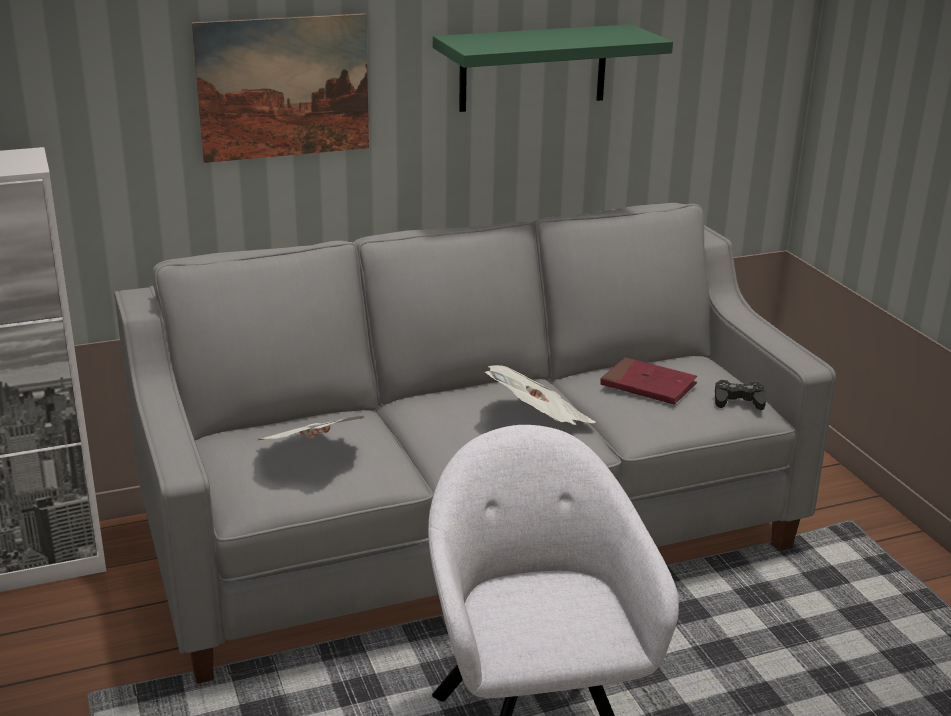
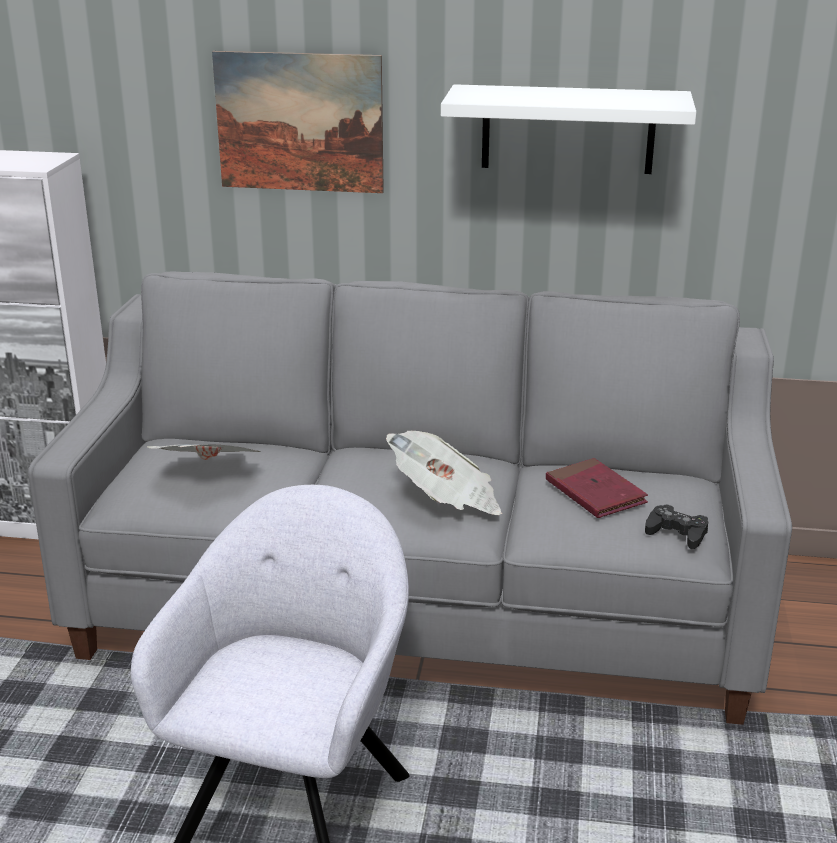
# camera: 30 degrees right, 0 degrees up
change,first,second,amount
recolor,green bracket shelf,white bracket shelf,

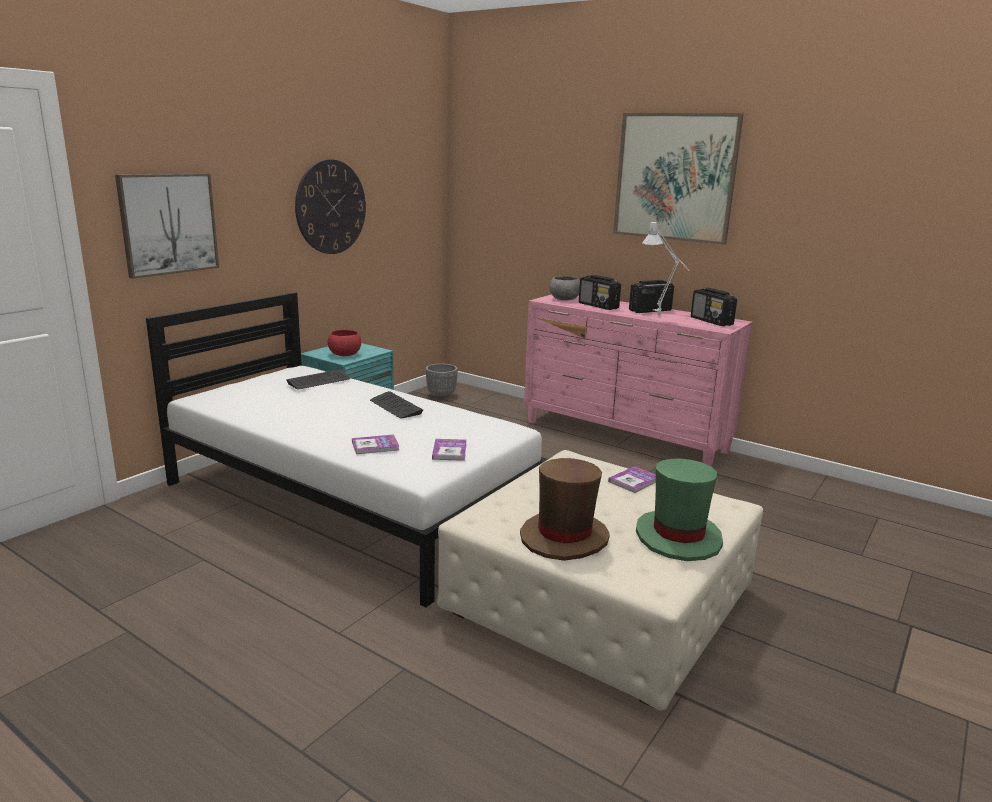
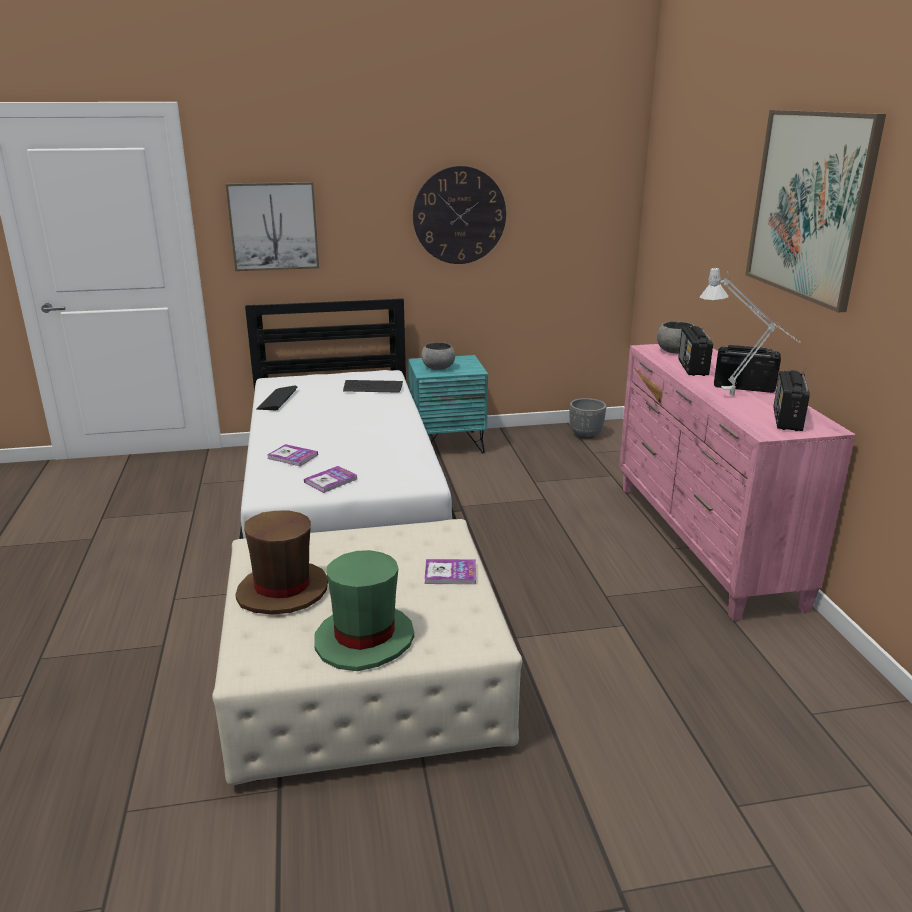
# camera: 45 degrees right, 5 degrees up
change,first,second,amount
move,computer keyboard (2nd from left in the first image),computer keyboard (1st from left),
recolor,red-coloured serving bowl,greyish serving bowl (1st from left),

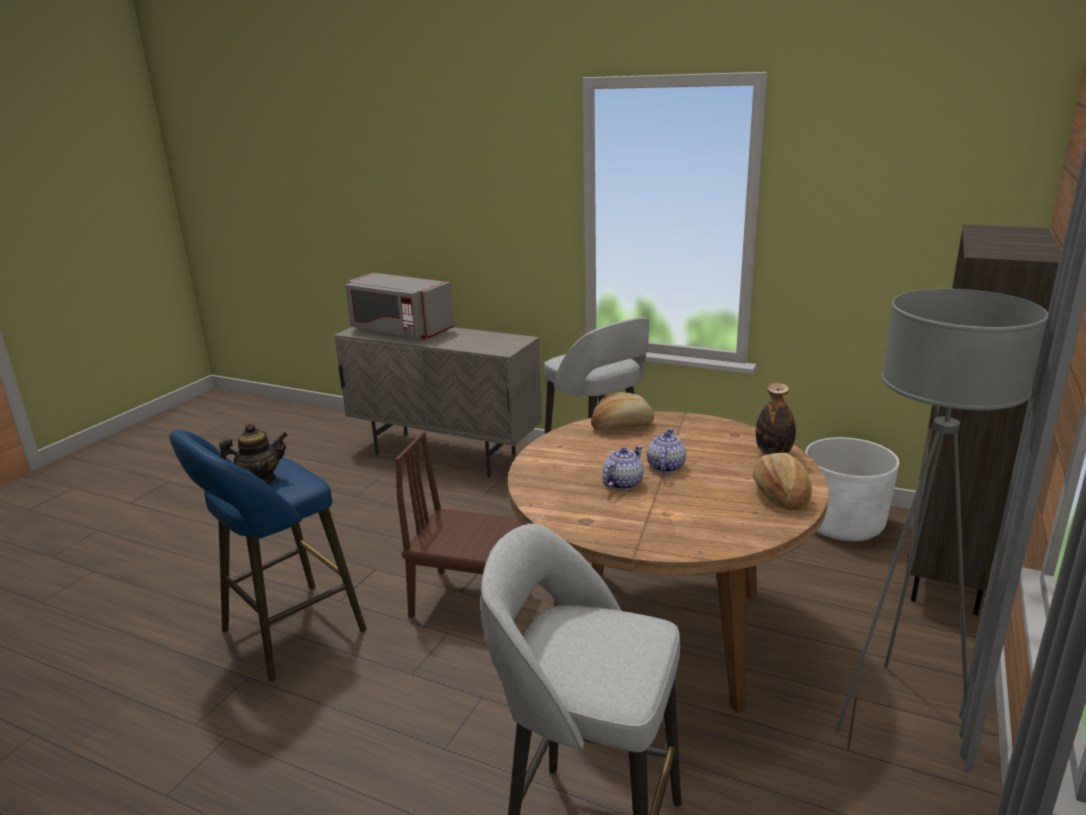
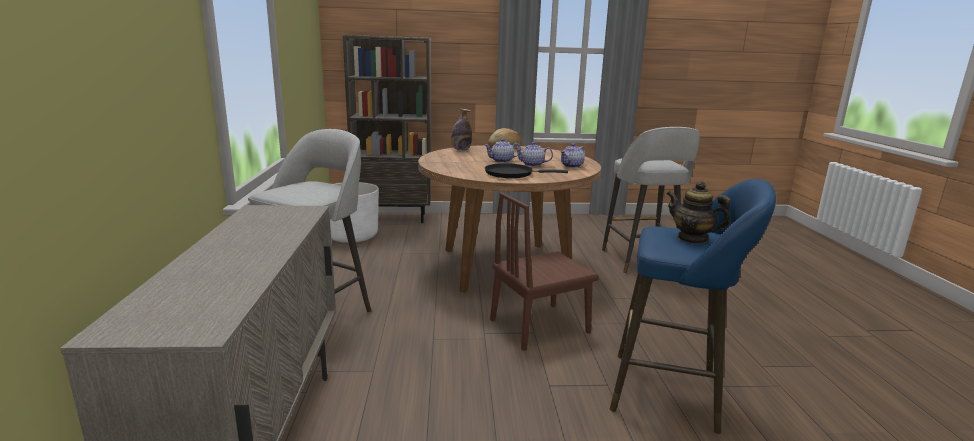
# camera: 120 degrees left, 5 degrees down
change,first,second,amount
delete,greyish microwave,,
delete,bread (1st from left),,
delete,greyish standard lamp,,
insert,,black-coloured skillet,
insert,,tea pot (3rd from left),
rotate,brown-coloured upright chair,,75 degrees clockwise

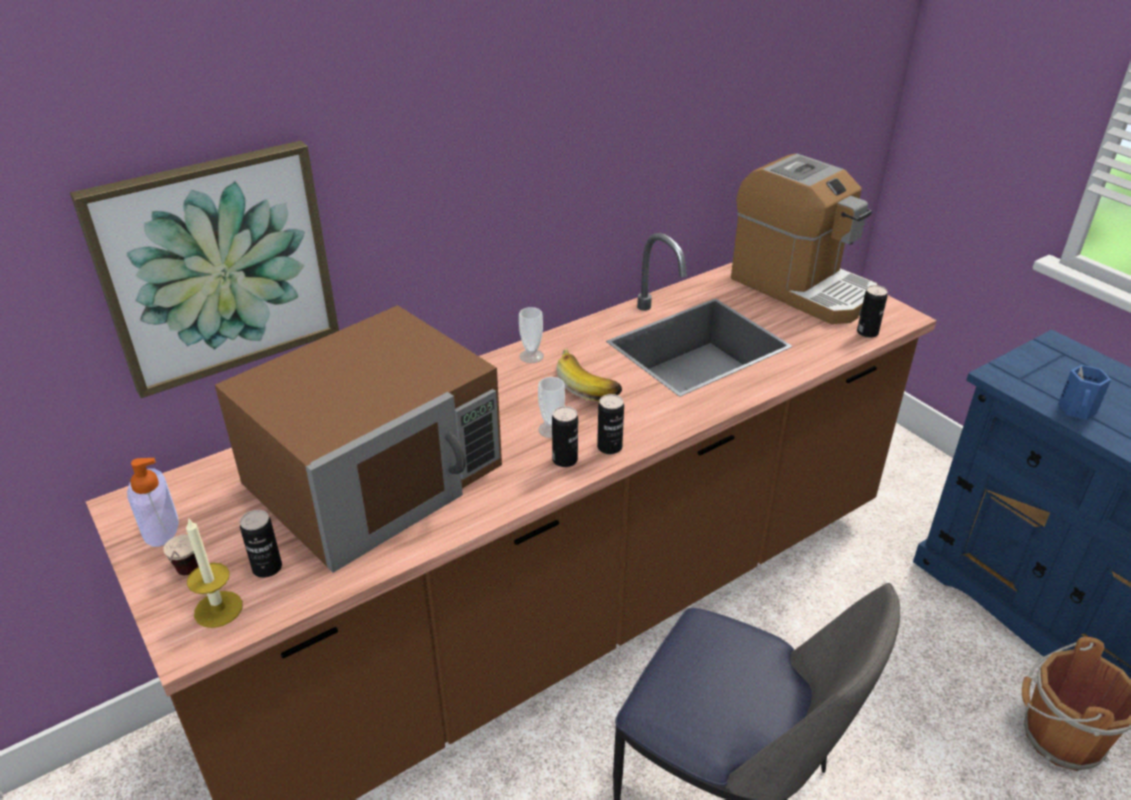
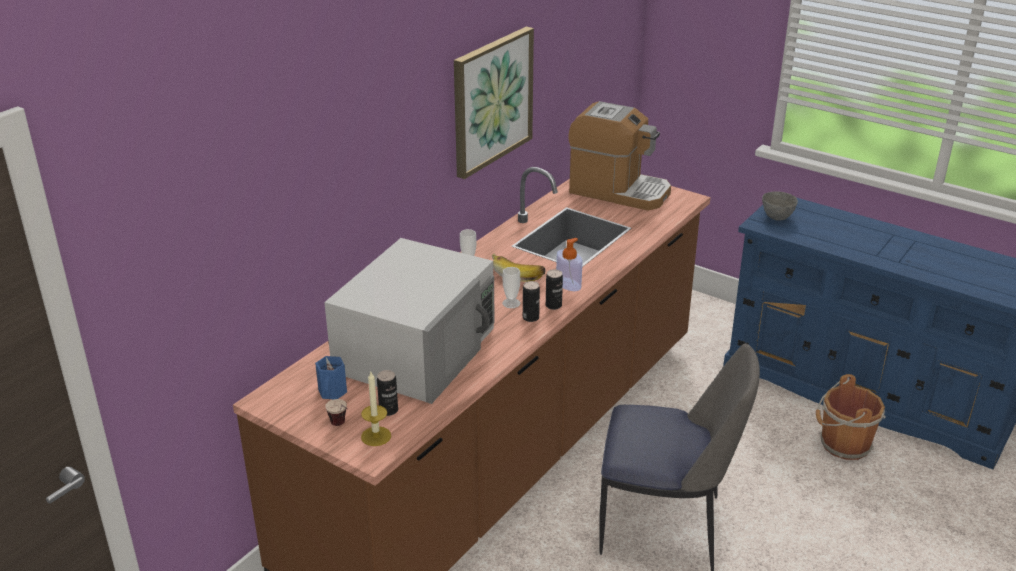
# camera: 20 degrees left, 5 degrees down
change,first,second,amount
delete,metal can (4th from left),,
insert,,greyish serving bowl,
move,picture,,
move,soap dispenser,,
move,blue-coloured mug,,
recolor,brown-coloured microwave,white microwave,

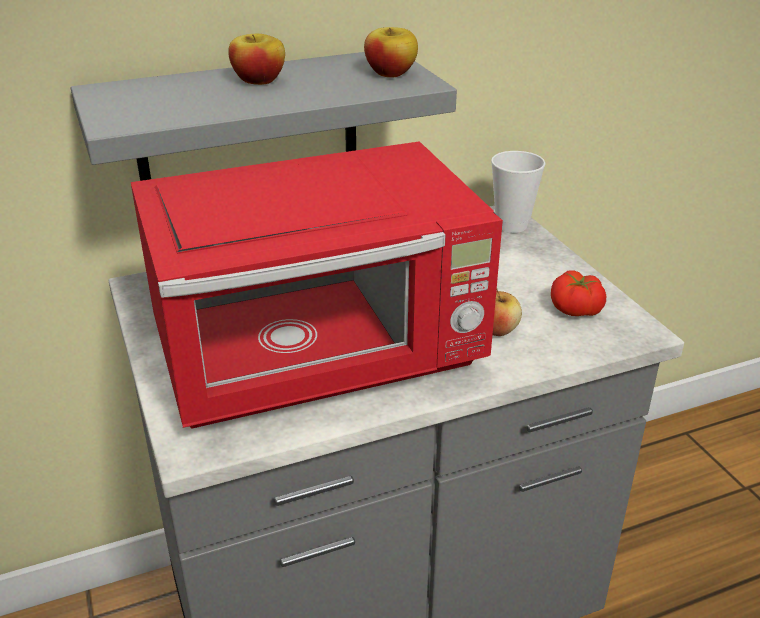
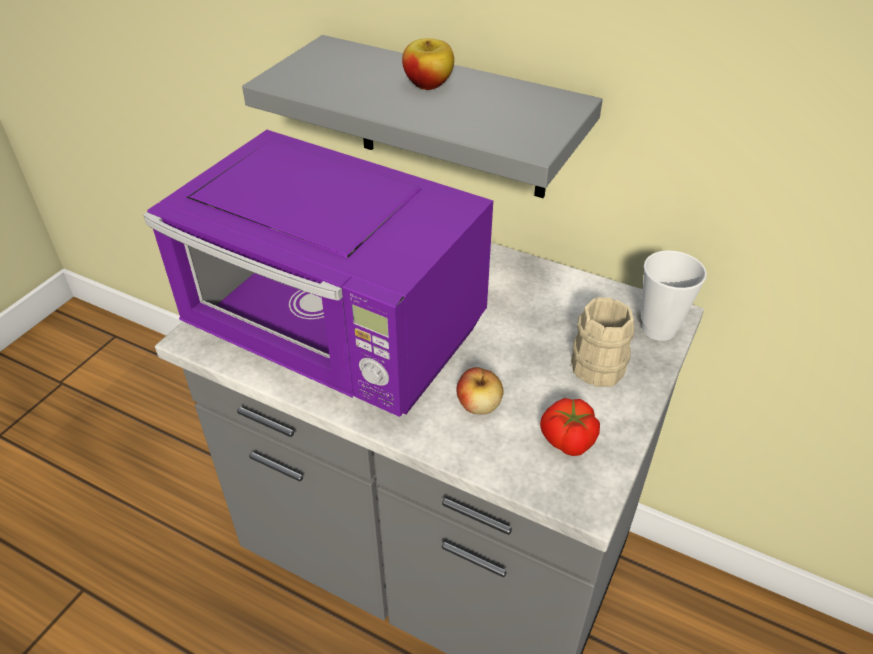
# camera: 50 degrees right, 10 degrees up
change,first,second,amount
delete,apple fruit (2nd from left),,
insert,,beige mug,
recolor,red-coloured microwave,purple-coloured microwave,

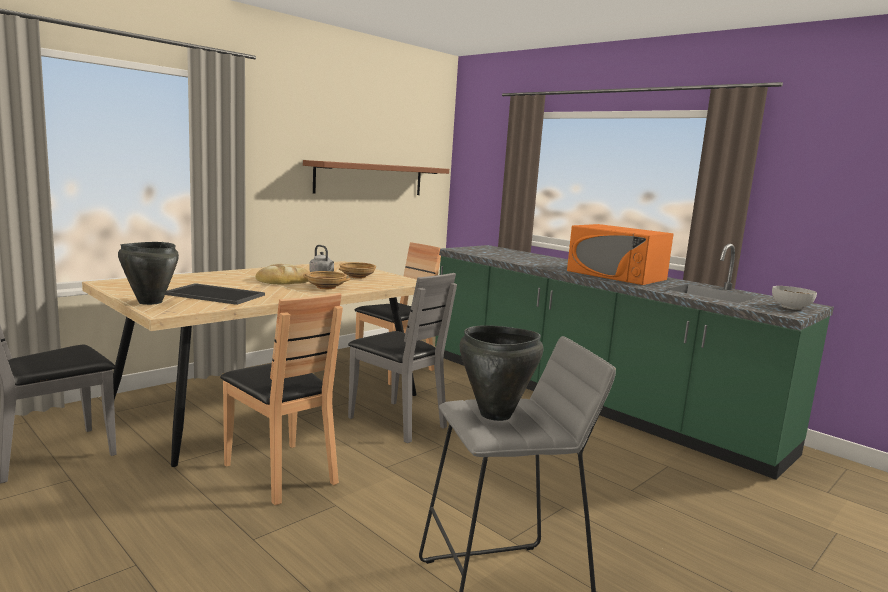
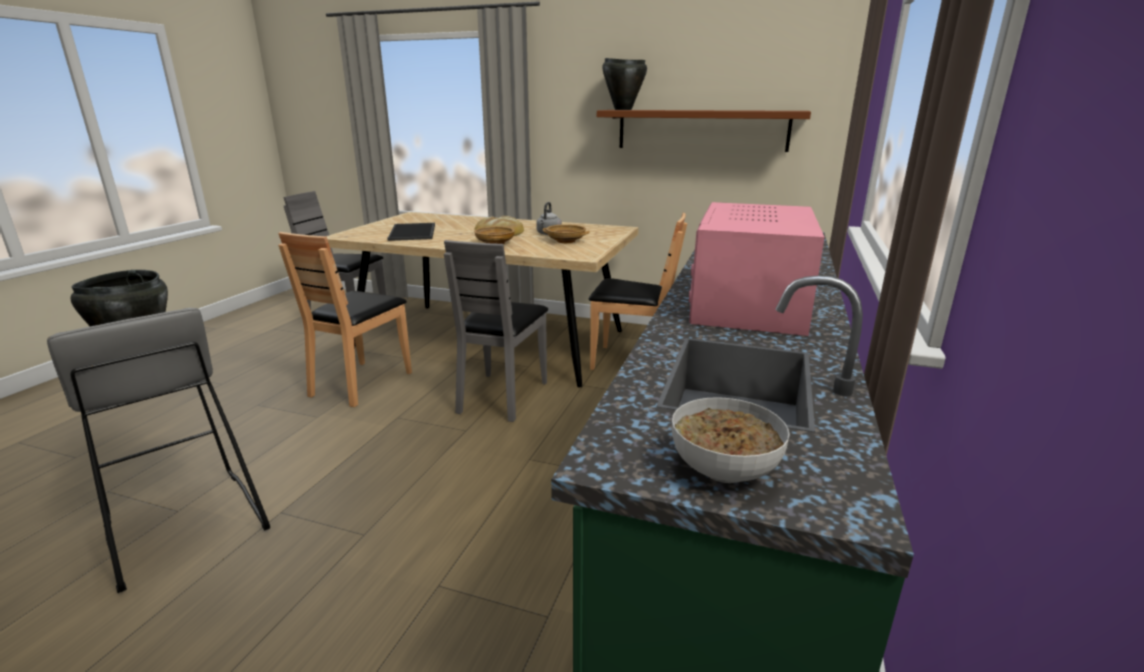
# camera: 65 degrees right, 10 degrees up
change,first,second,amount
move,black-coloured cooking pot (1st from left in the first image),black-coloured cooking pot (2nd from left),
recolor,orange-coloured microwave,pink microwave,

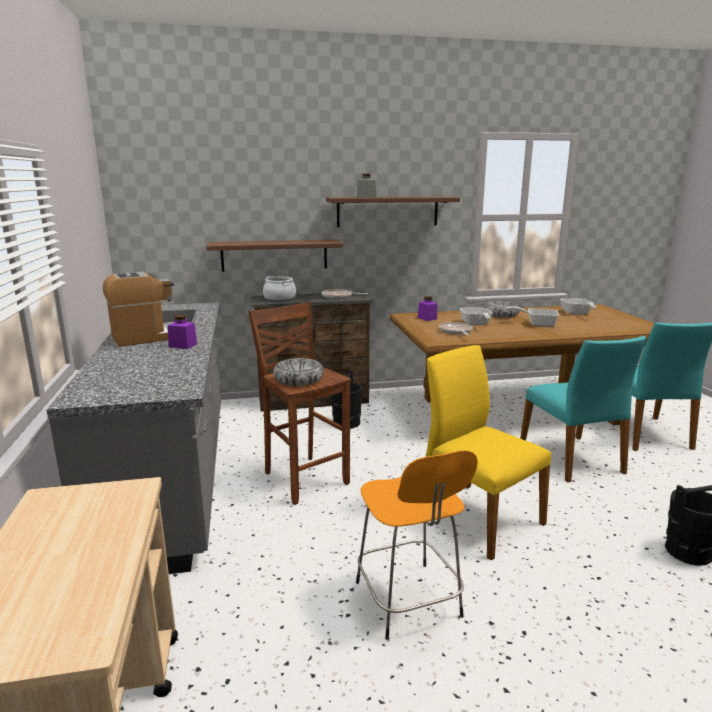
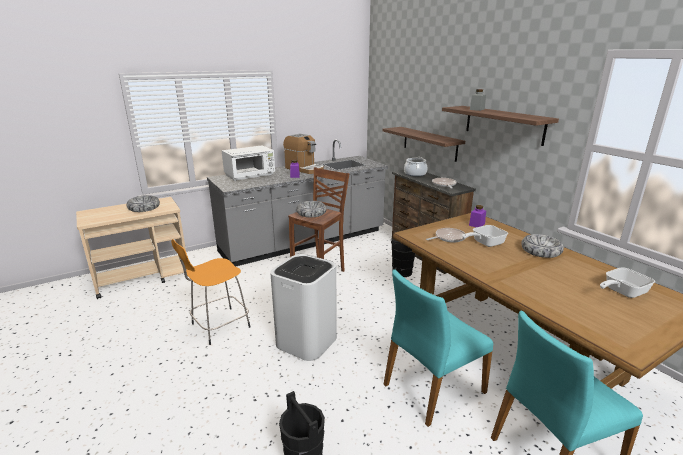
# camera: 70 degrees right, 5 degrees up
change,first,second,amount
delete,skillet (4th from left),,
insert,,serving bowl (1st from left),
insert,,white microwave,
replace,yellow-coloured upright chair,white trash can,

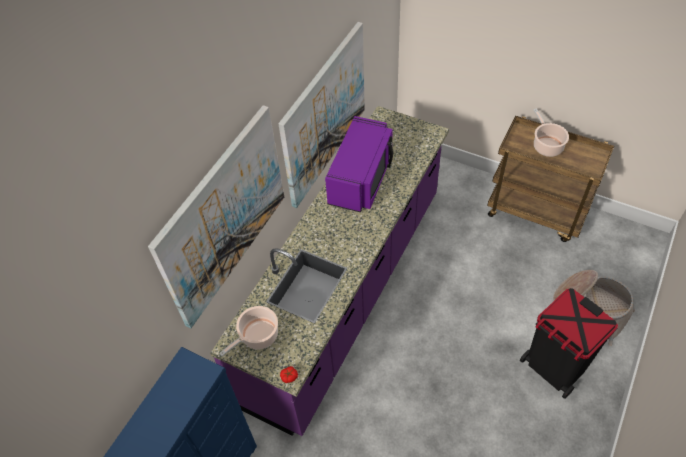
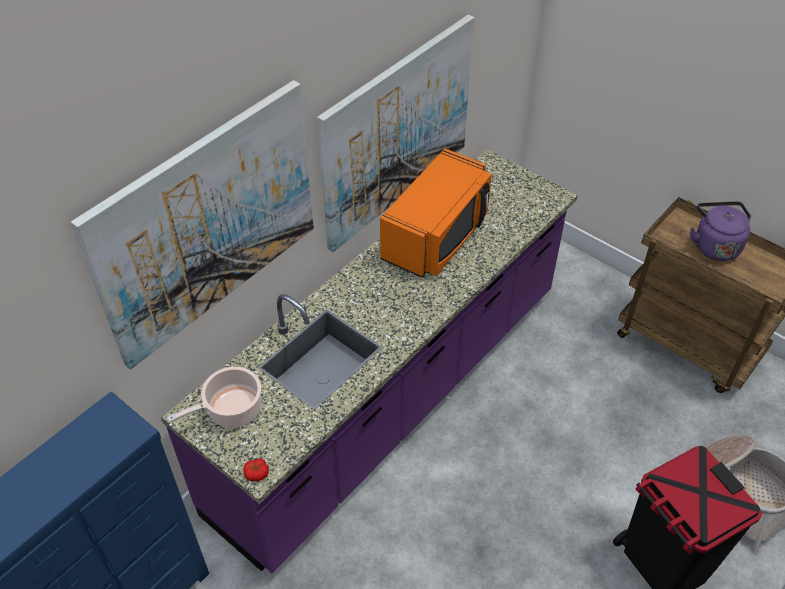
# camera: 10 degrees right, 5 degrees down
change,first,second,amount
replace,cooking pot (2nd from left),purple-coloured tea kettle,
recolor,purple-coloured microwave,orange-coloured microwave,

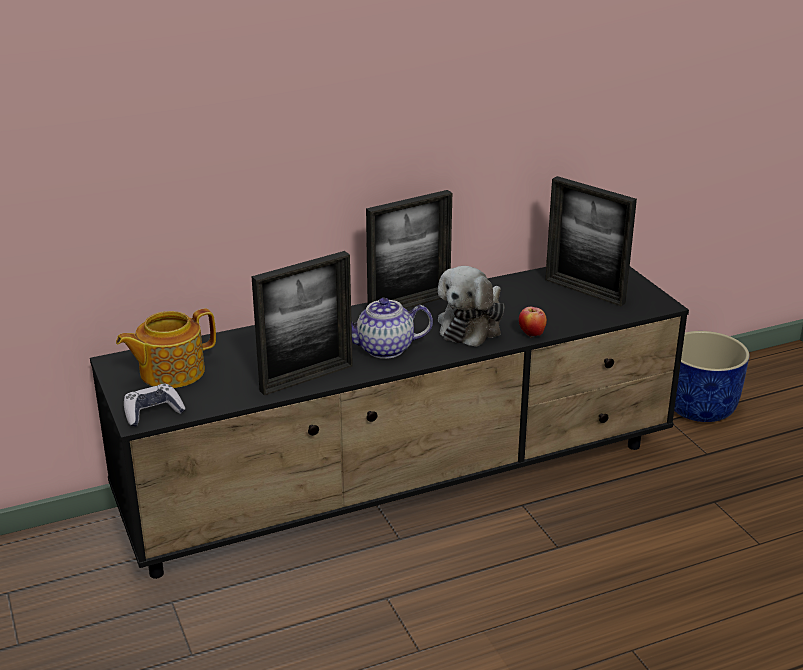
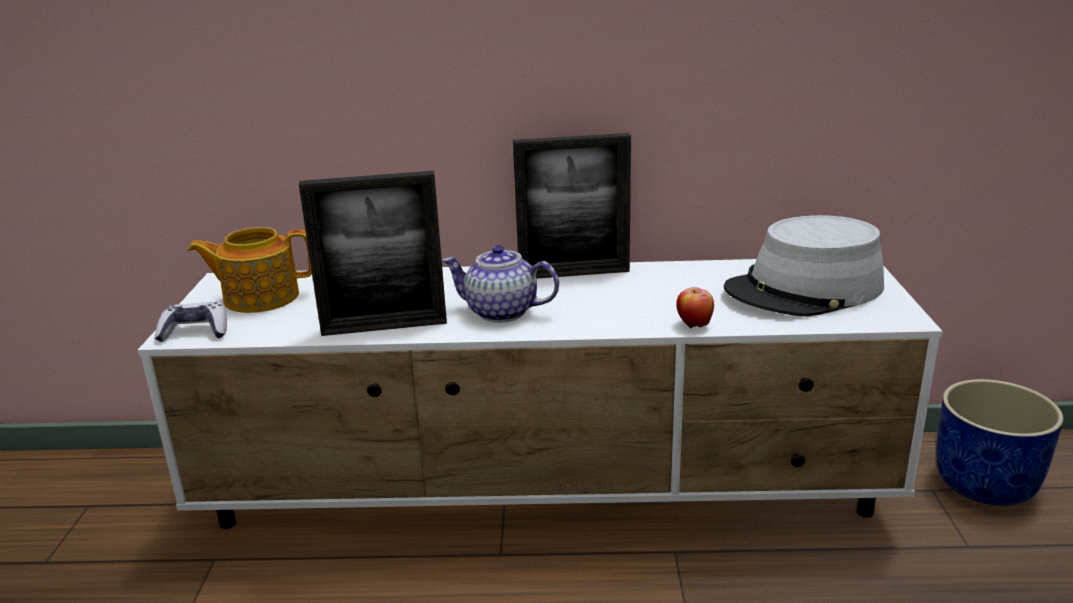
# camera: 25 degrees right, 5 degrees down
change,first,second,amount
delete,soft toy,,
replace,photo frame (3rd from left),greyish clothing hat,
recolor,black-coloured media console,white media console,

